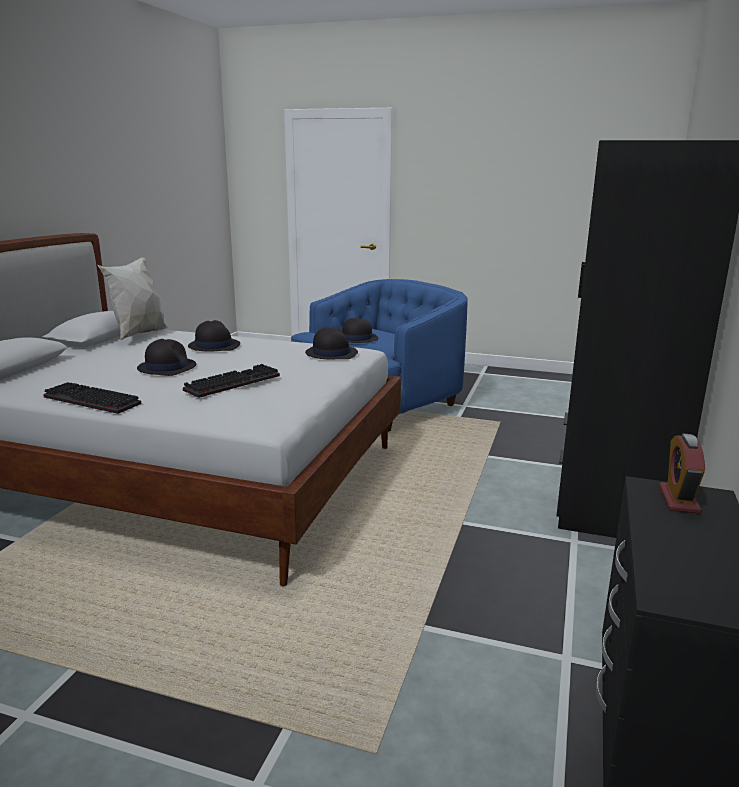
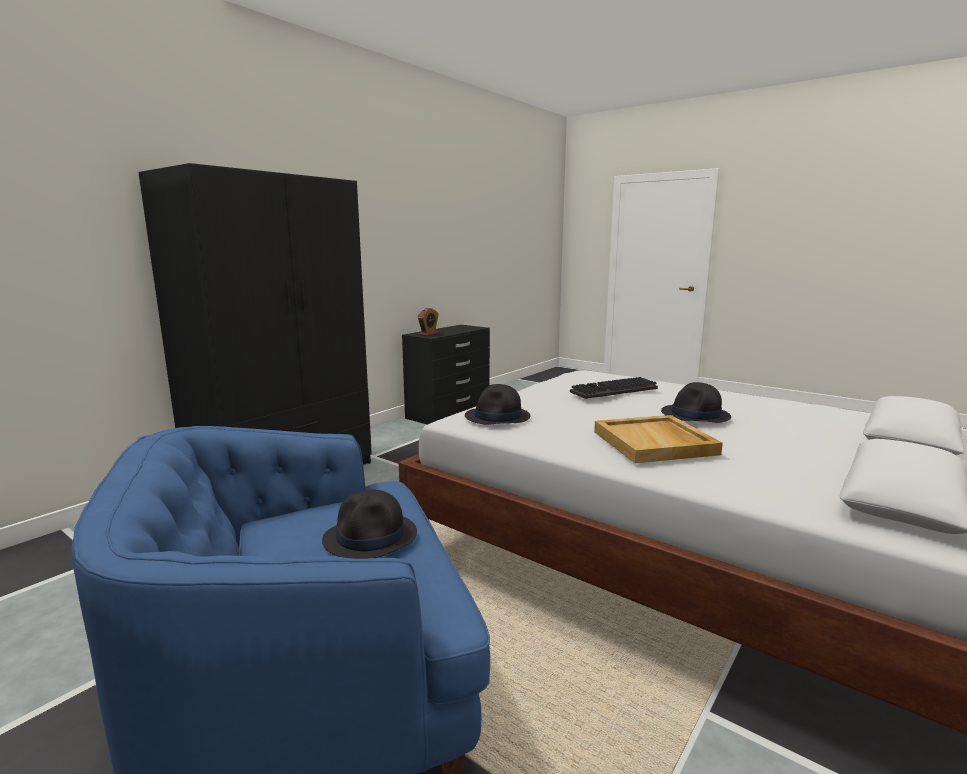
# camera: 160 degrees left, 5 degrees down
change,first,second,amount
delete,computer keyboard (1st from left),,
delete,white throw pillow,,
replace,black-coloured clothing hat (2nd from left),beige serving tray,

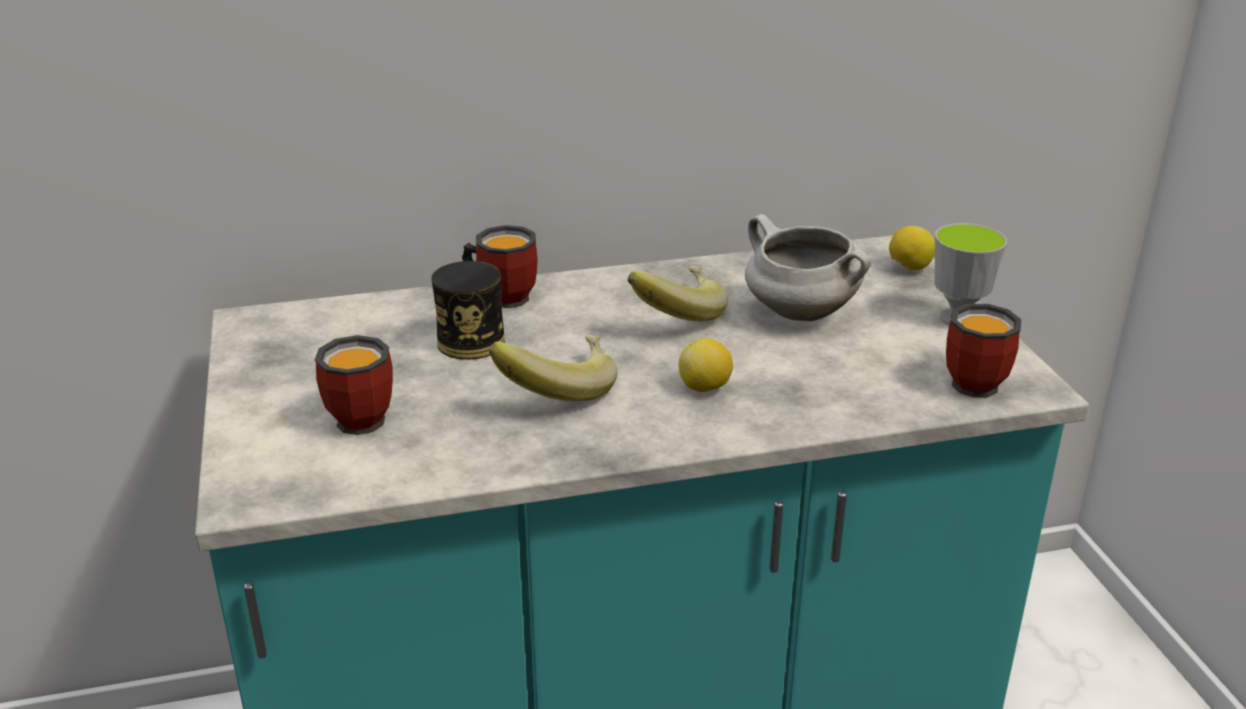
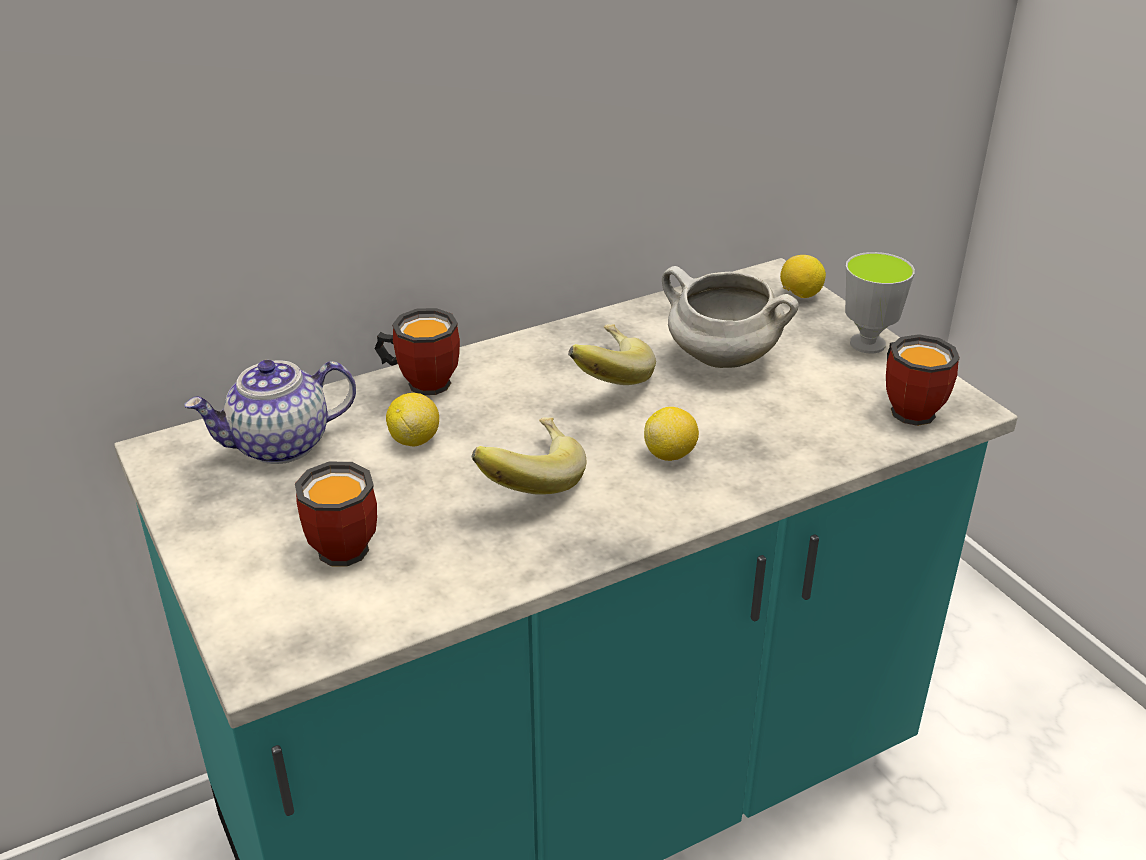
# camera: 15 degrees left, 5 degrees up
change,first,second,amount
insert,,tea pot,
replace,metal can,whole lemon (1st from left),

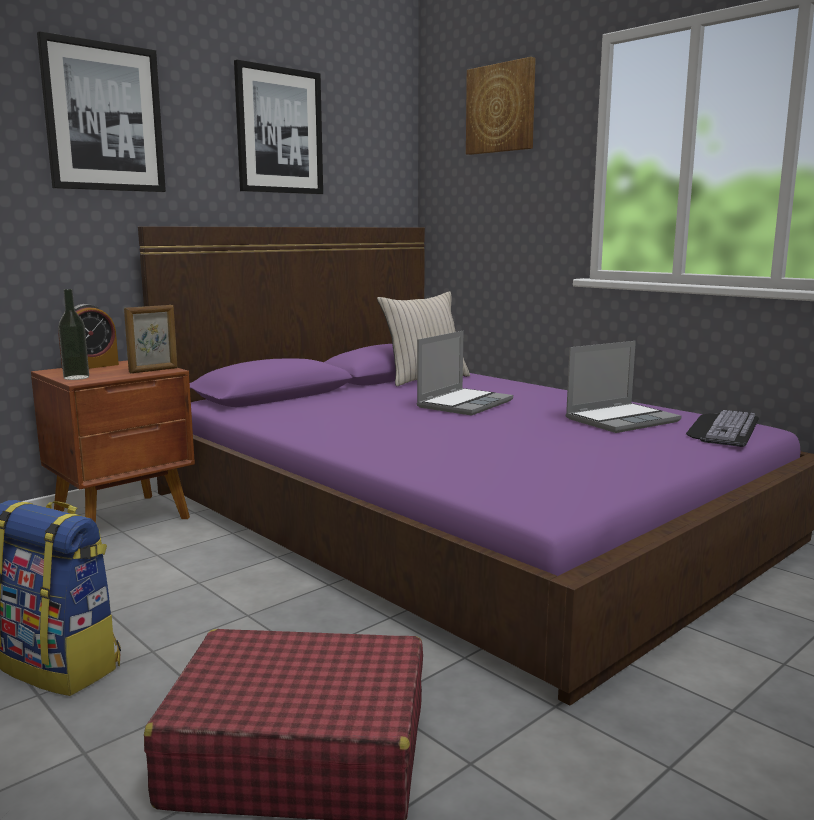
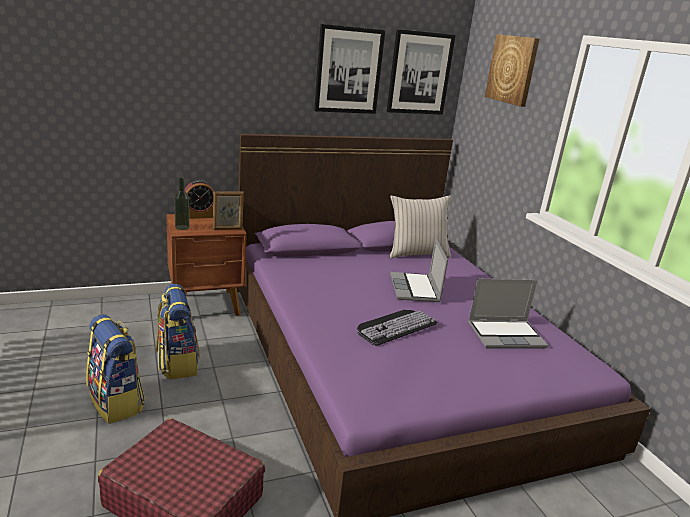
# camera: 20 degrees right, 10 degrees up
change,first,second,amount
insert,,backpack (2nd from left),
move,picture (1st from left in the first image),picture (2nd from left),
move,computer keyboard,,
rotate,notebook computer (1st from left),,120 degrees clockwise

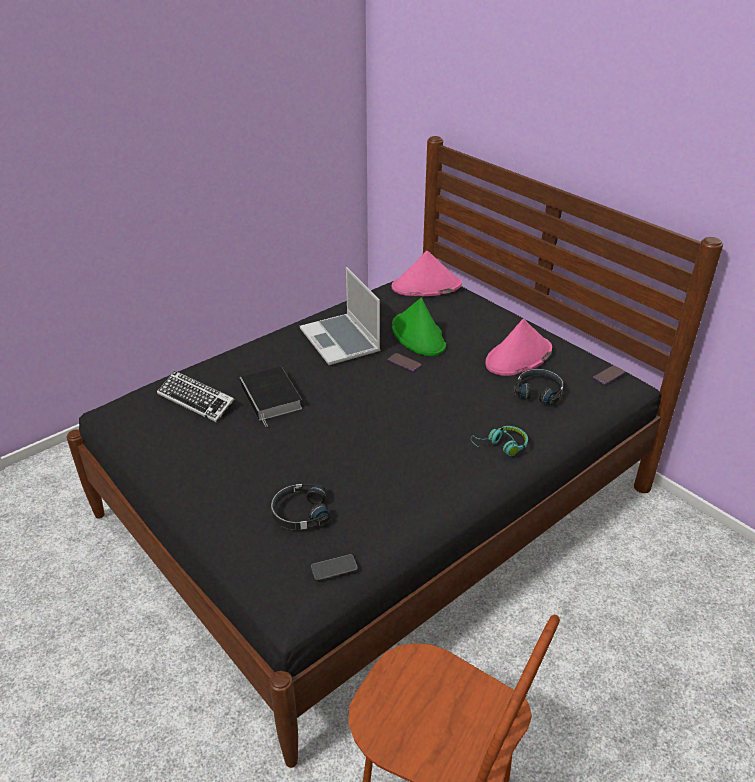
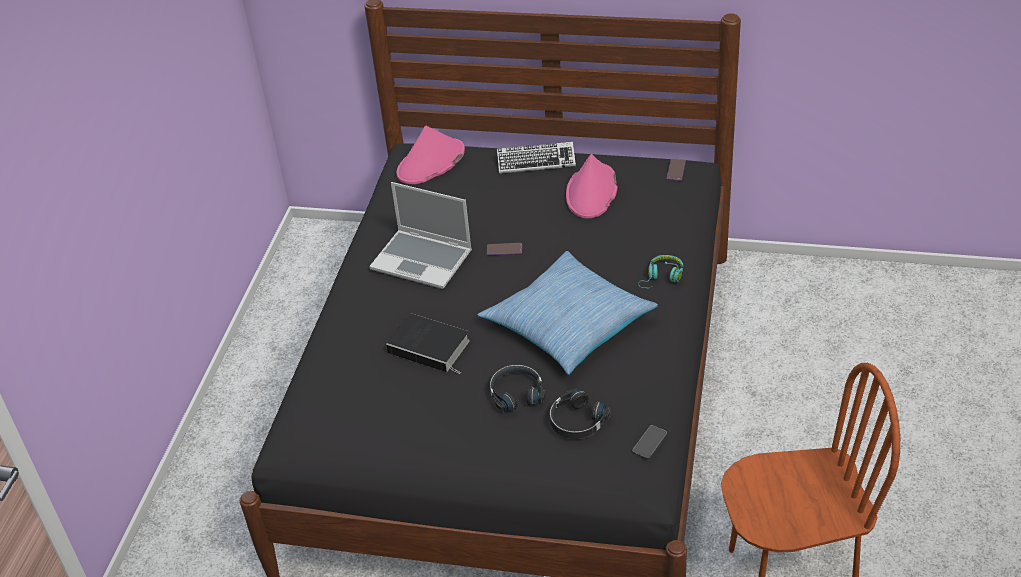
# camera: 35 degrees left, 5 degrees up
change,first,second,amount
delete,green clothing hat,,
insert,,throw pillow,
move,computer keyboard,,
move,black-coloured headset (2nd from left in the first image),black-coloured headset (1st from left),

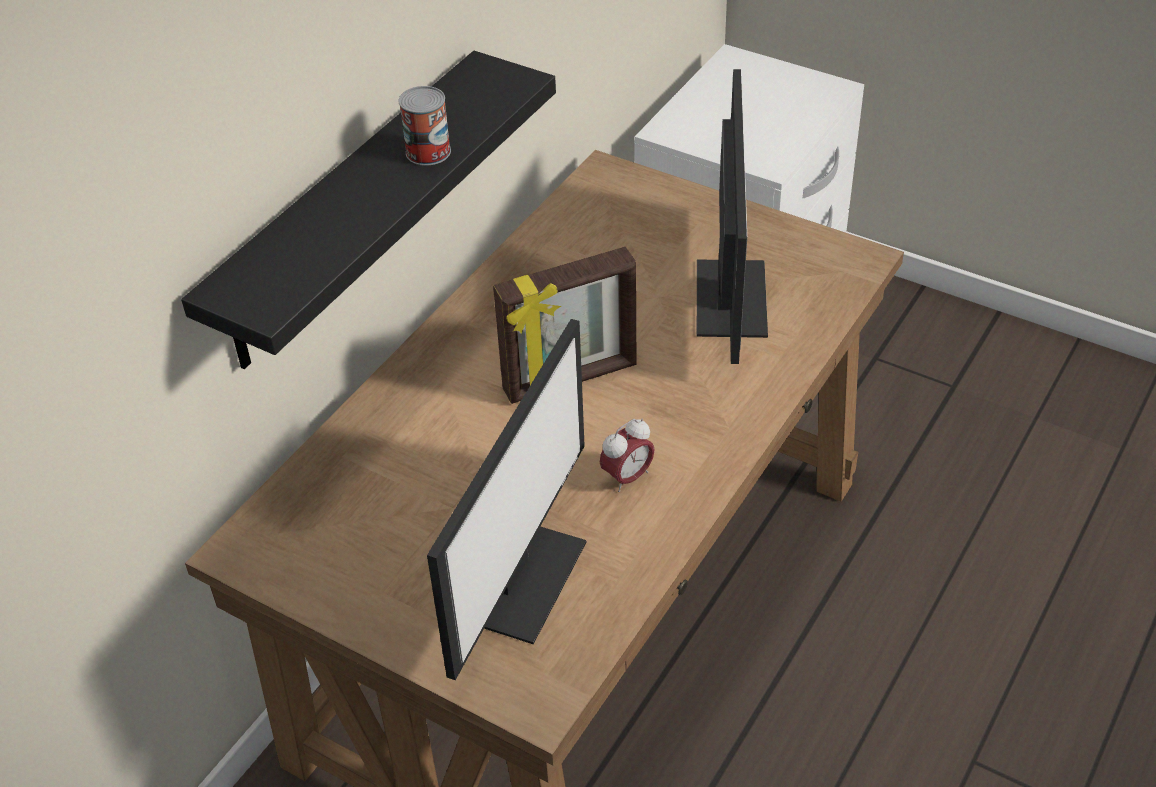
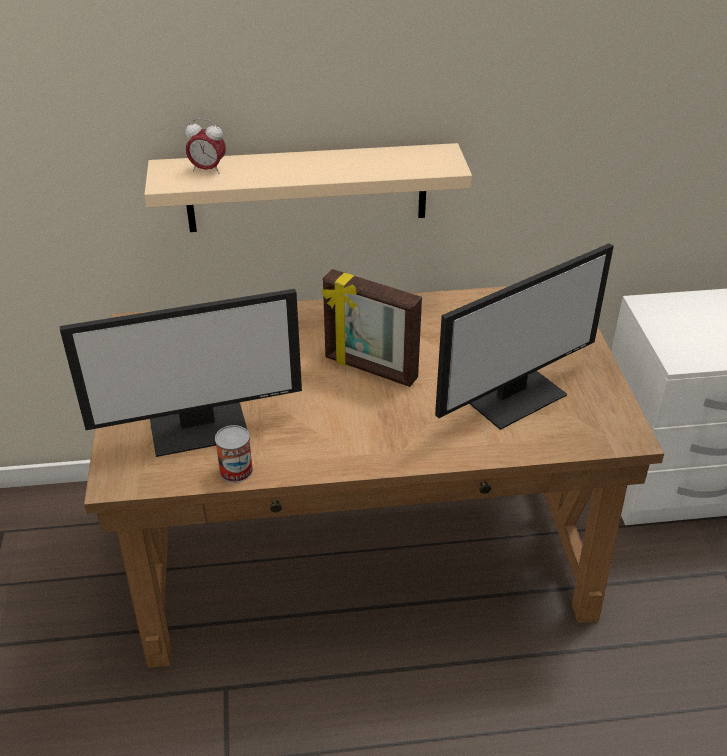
# camera: 50 degrees right, 5 degrees down
change,first,second,amount
move,metal can,,
move,alarm clock,,
recolor,black-coloured bracket shelf,beige bracket shelf,

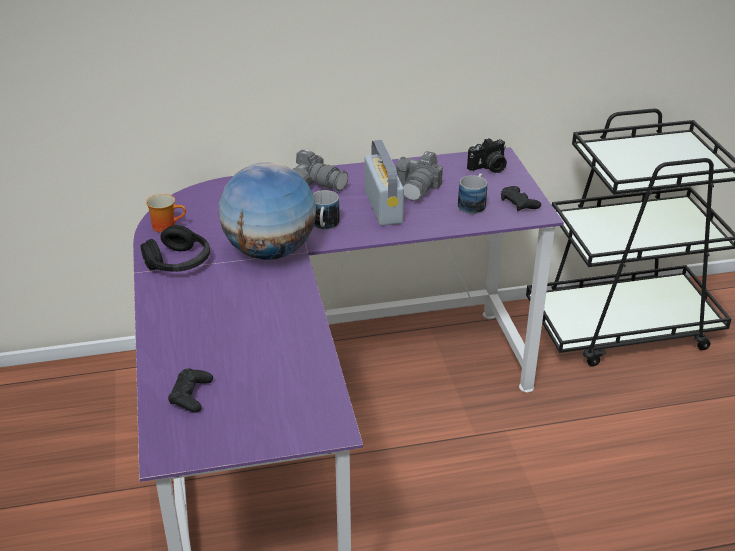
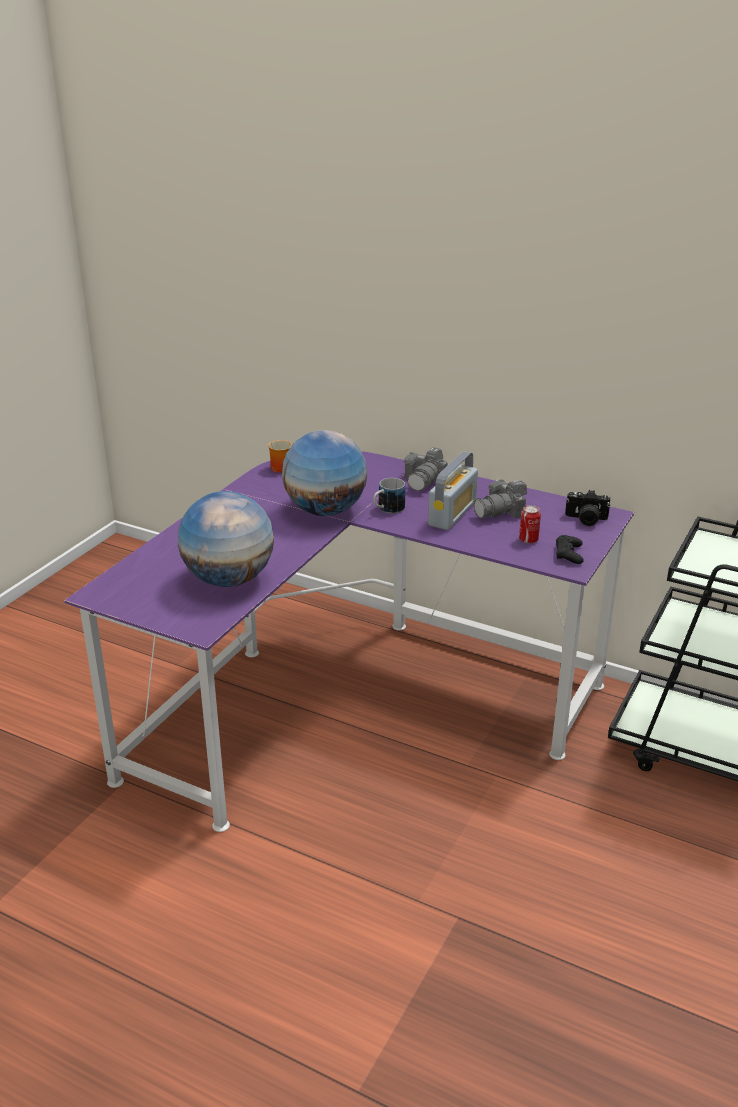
# camera: 40 degrees right, 5 degrees down
change,first,second,amount
delete,black-coloured headset,,
delete,black-coloured joypad (1st from left),,
insert,,globe (1st from left),
replace,mug (3rd from left),metal can,
rotate,still camera (1st from left),,45 degrees clockwise

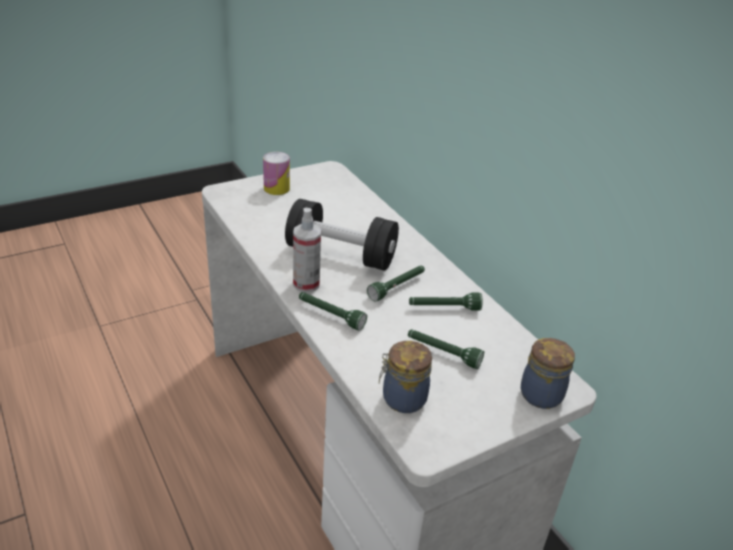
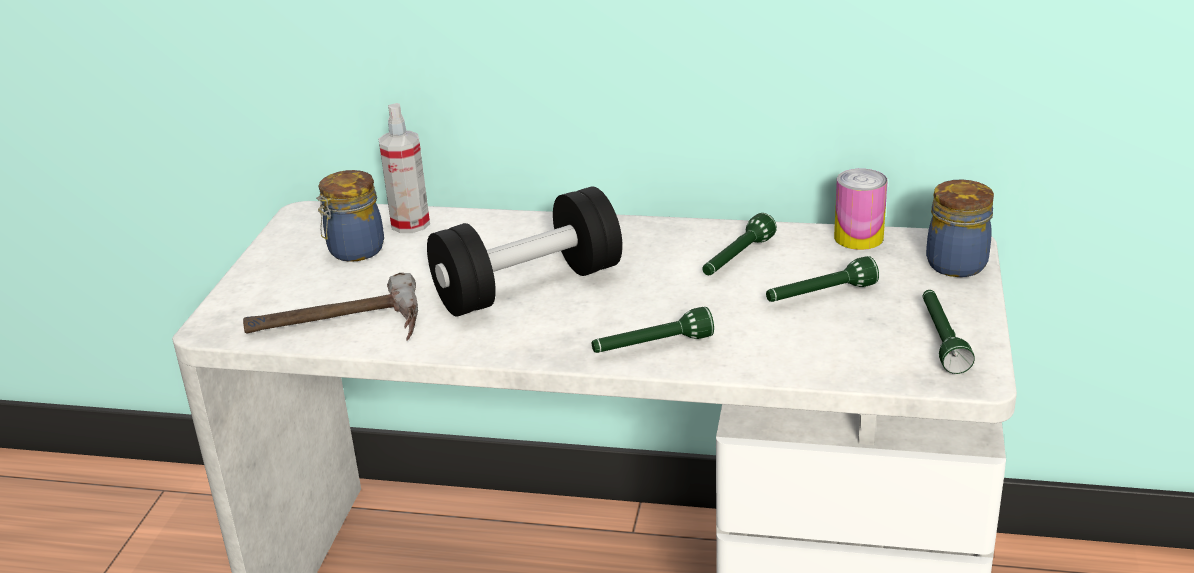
# camera: 45 degrees left, 5 degrees down
change,first,second,amount
insert,,tool hammer,
move,metal can,,
move,hand sprayer,,
move,green torch (2nd from left in the first image),green torch (4th from left),
move,storage jar (1st from left),,

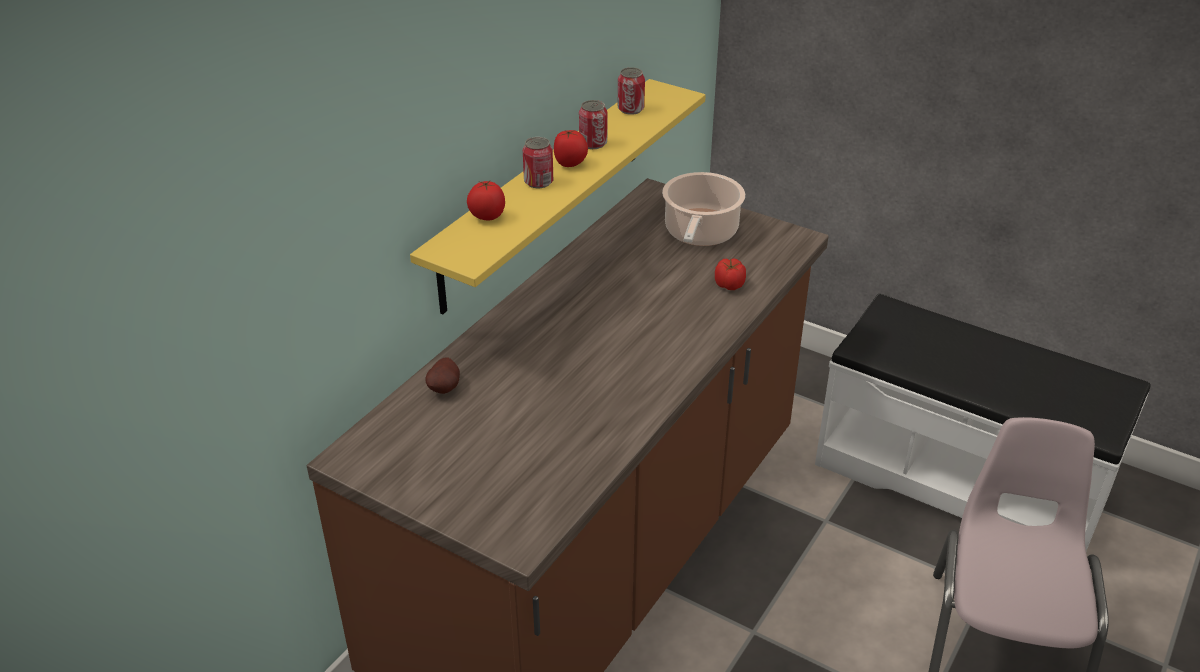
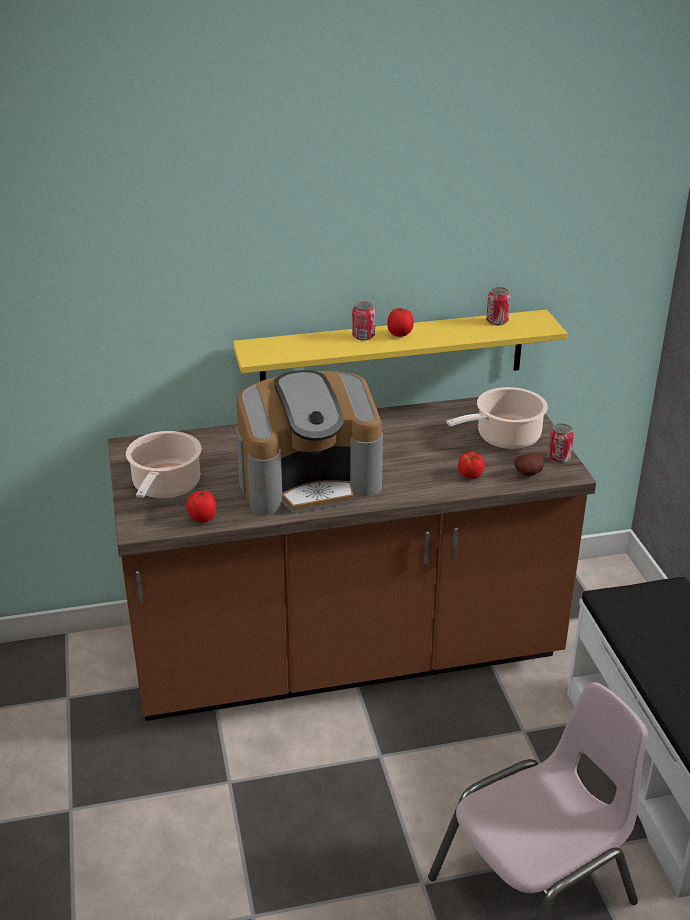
# camera: 45 degrees right, 5 degrees down
change,first,second,amount
insert,,cooking pot (1st from left),
insert,,coffee maker,
move,potato,,
move,whole tomato (1st from left),,
move,metal can (2nd from left in the first image),metal can (3rd from left),

